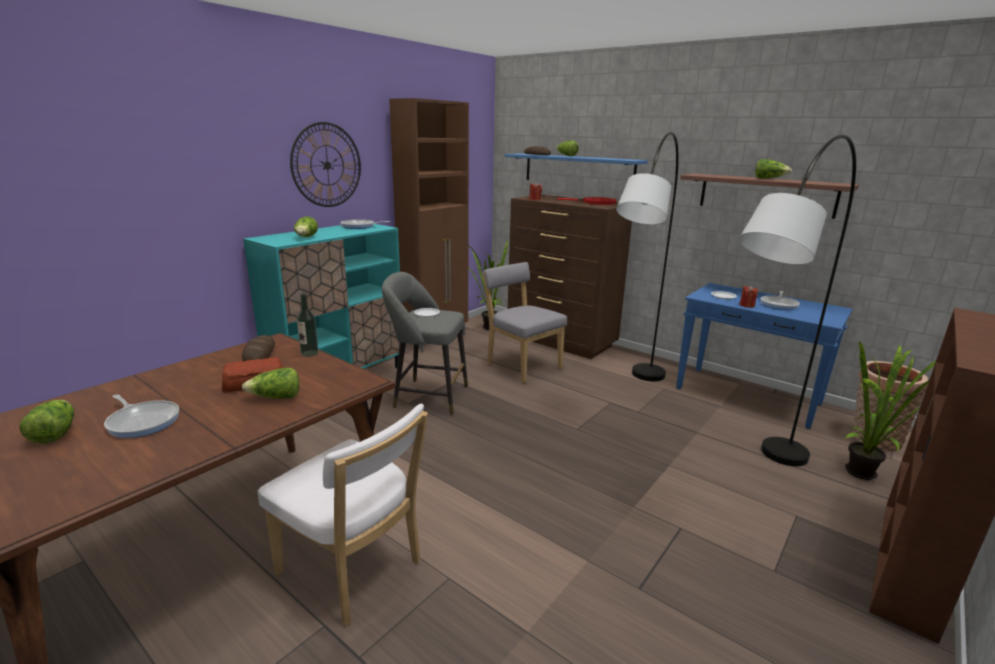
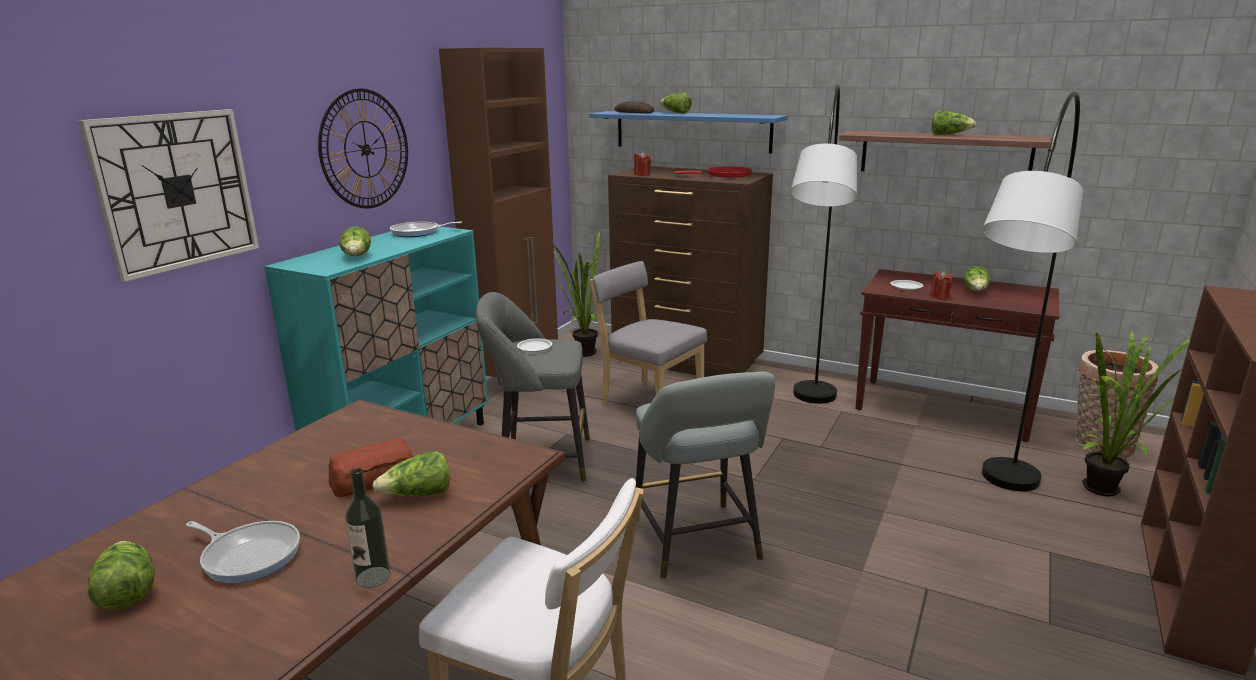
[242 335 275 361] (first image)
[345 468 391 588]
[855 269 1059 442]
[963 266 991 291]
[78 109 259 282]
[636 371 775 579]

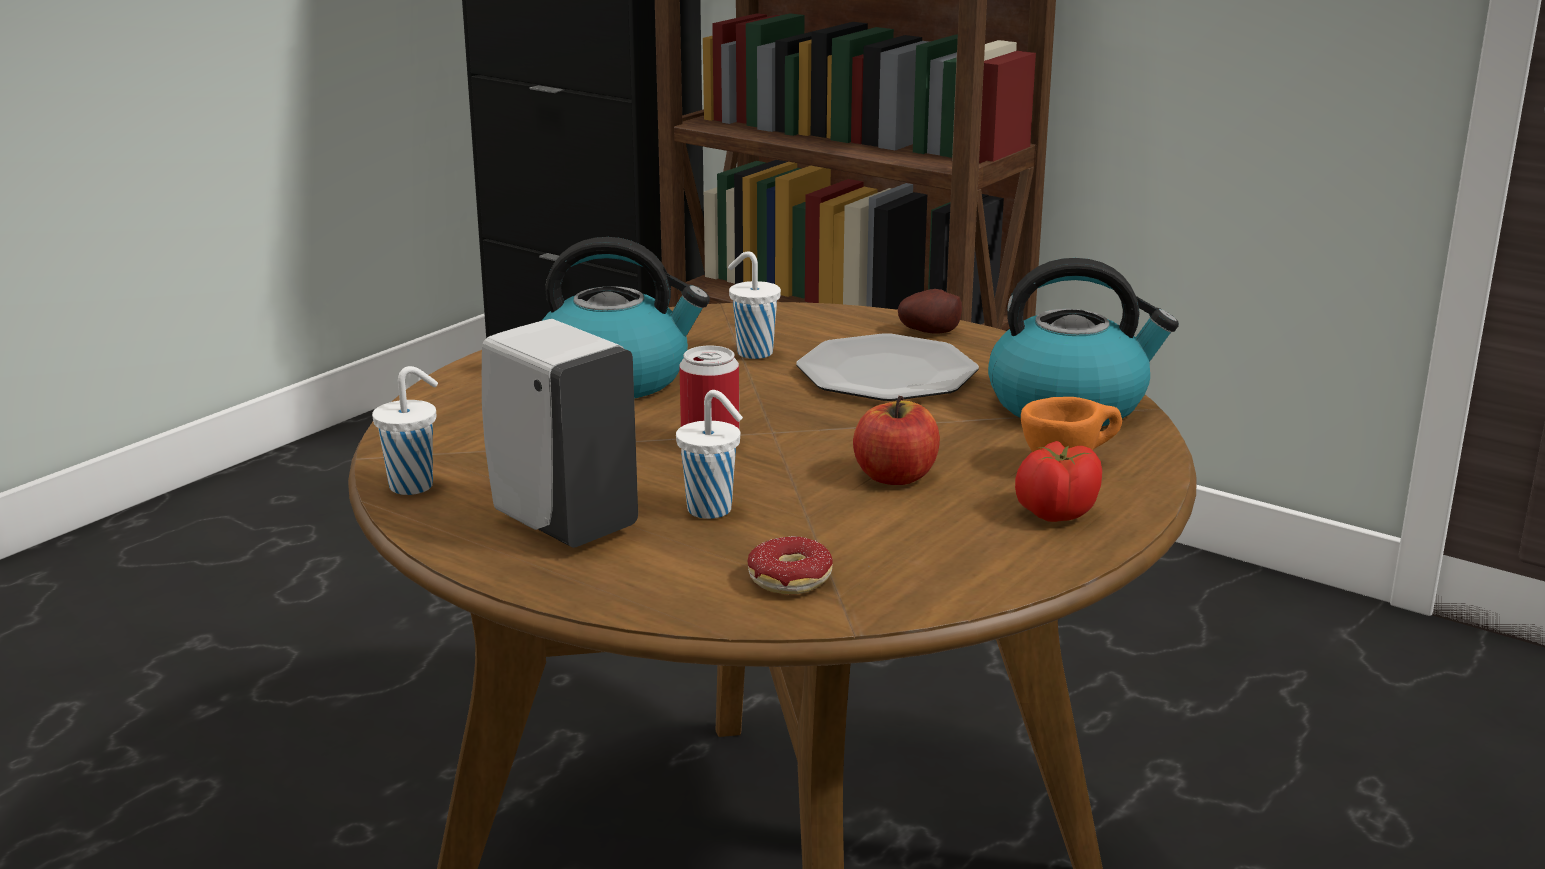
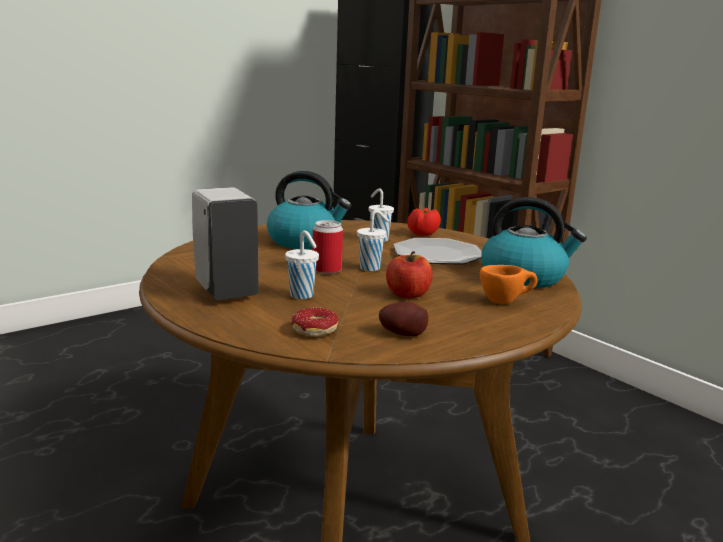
[357 210 389 271]
[379 302 428 336]
[407 208 441 236]

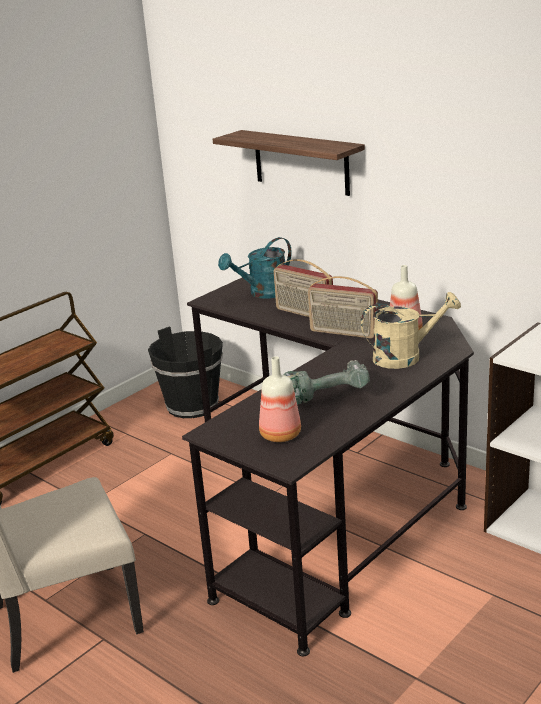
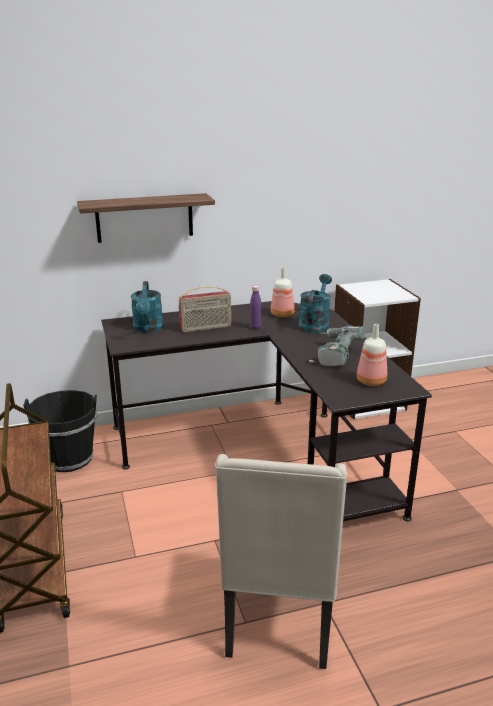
[250 286 261 329]
[298 274 332 333]

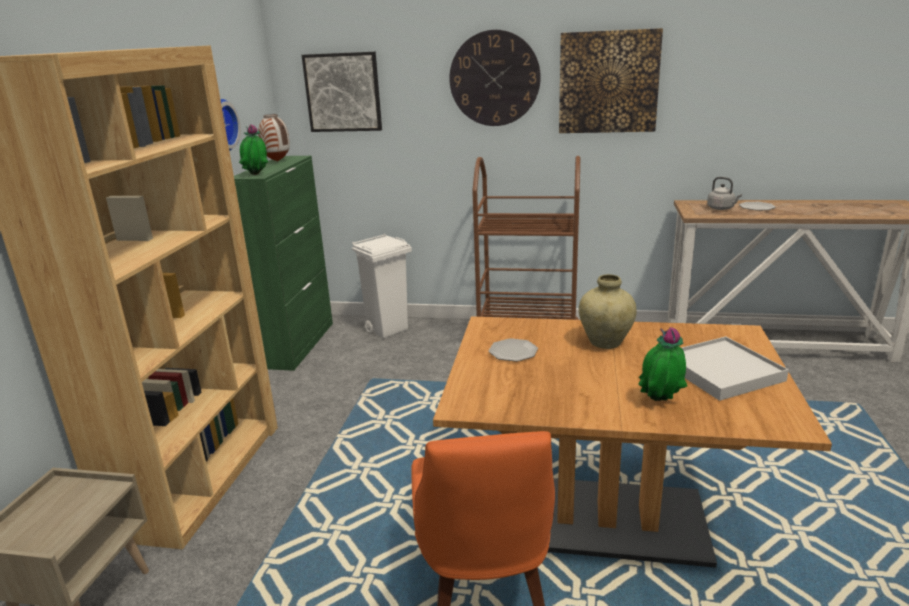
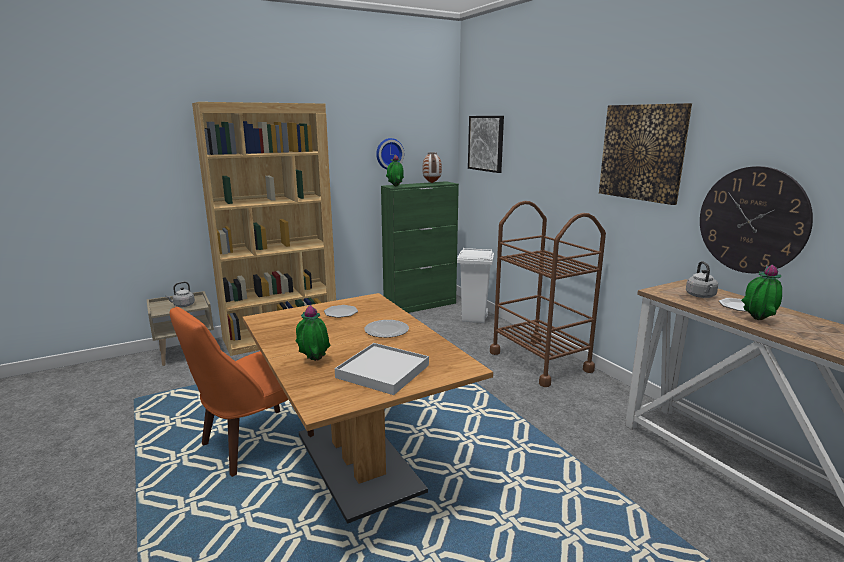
[700 166 813 273]
[364 320 409 338]
[166 282 195 307]
[741 265 782 320]

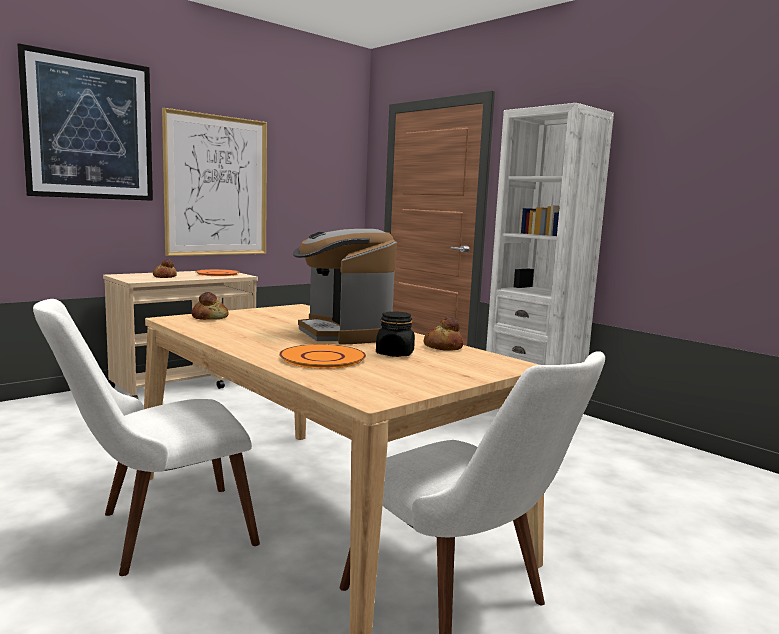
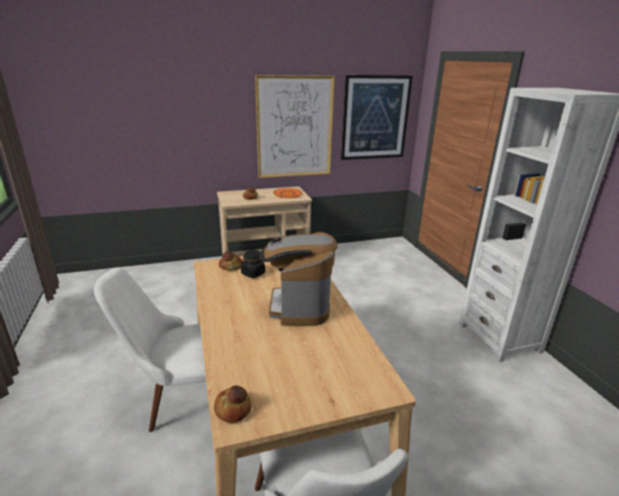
[341 75 413 160]
[279 344 366 369] (first image)
[241 250 265 278]
[214 385 252 423]

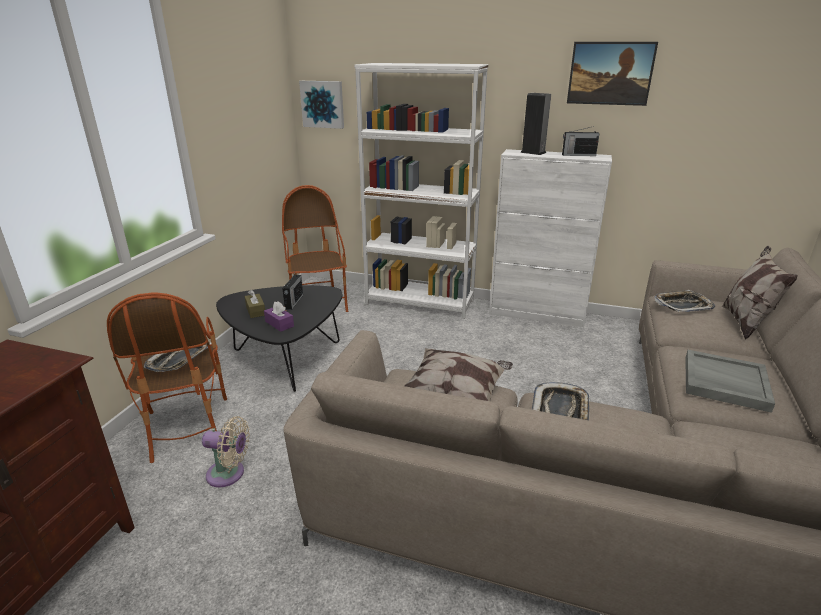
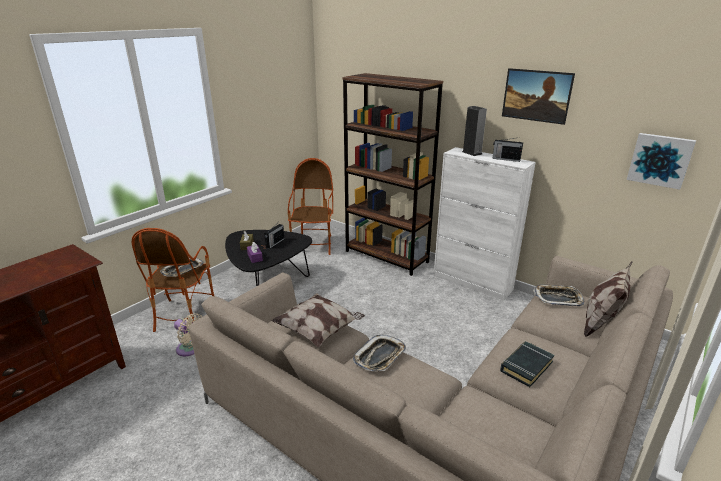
[627 133 696 190]
[343 73 443 276]
[500 341 554 387]

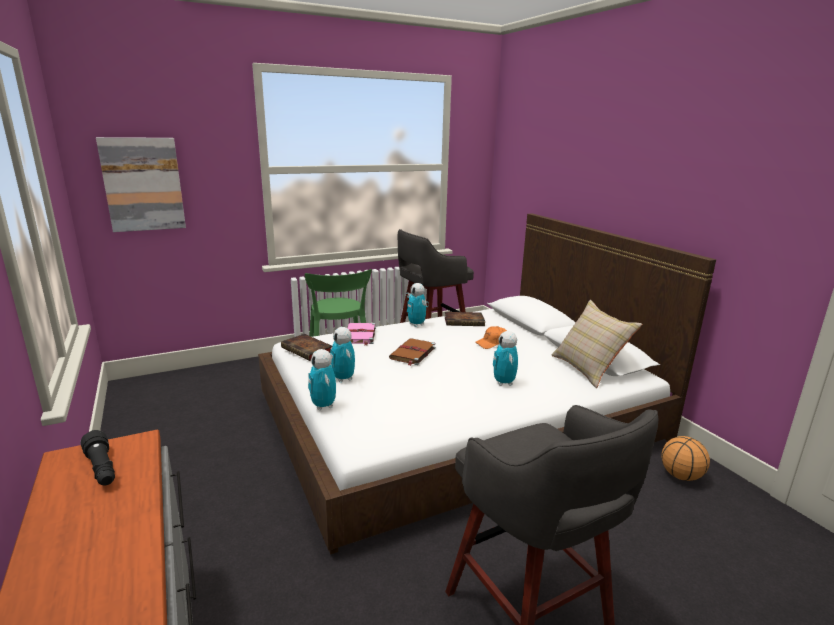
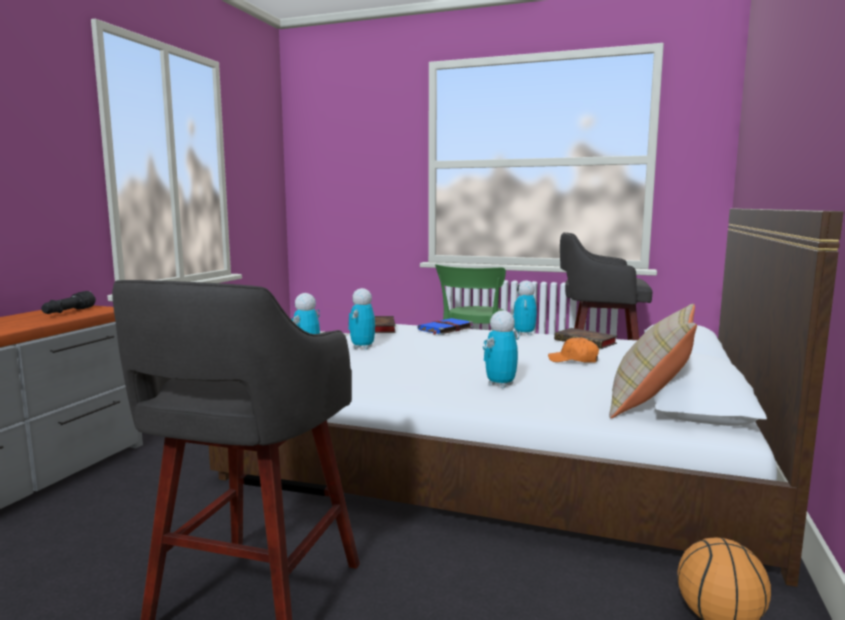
[96 137 186 232] (first image)
[417 318 473 335]
[389 338 436 366] (first image)

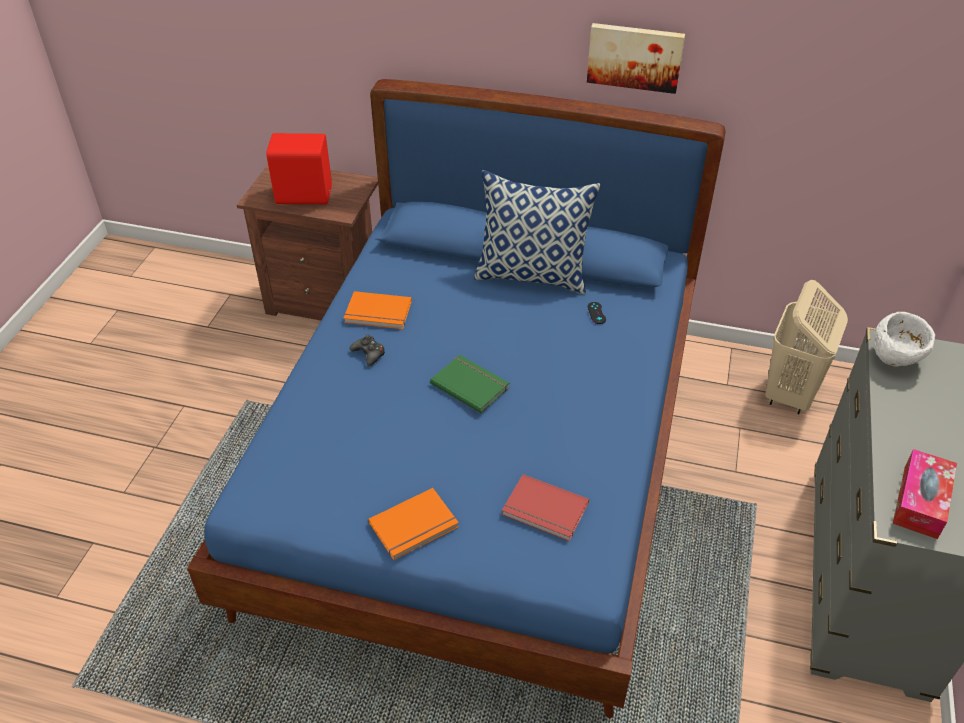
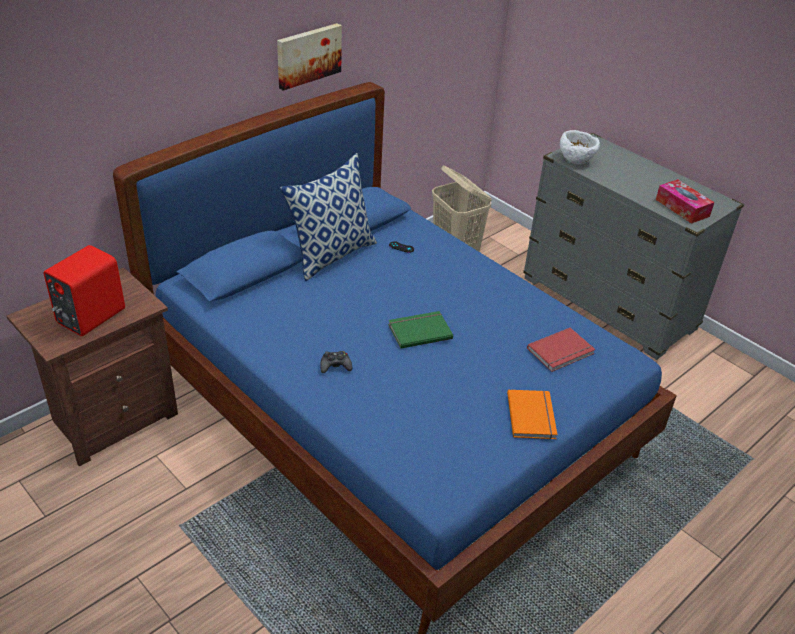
[343 291 412 329] (first image)

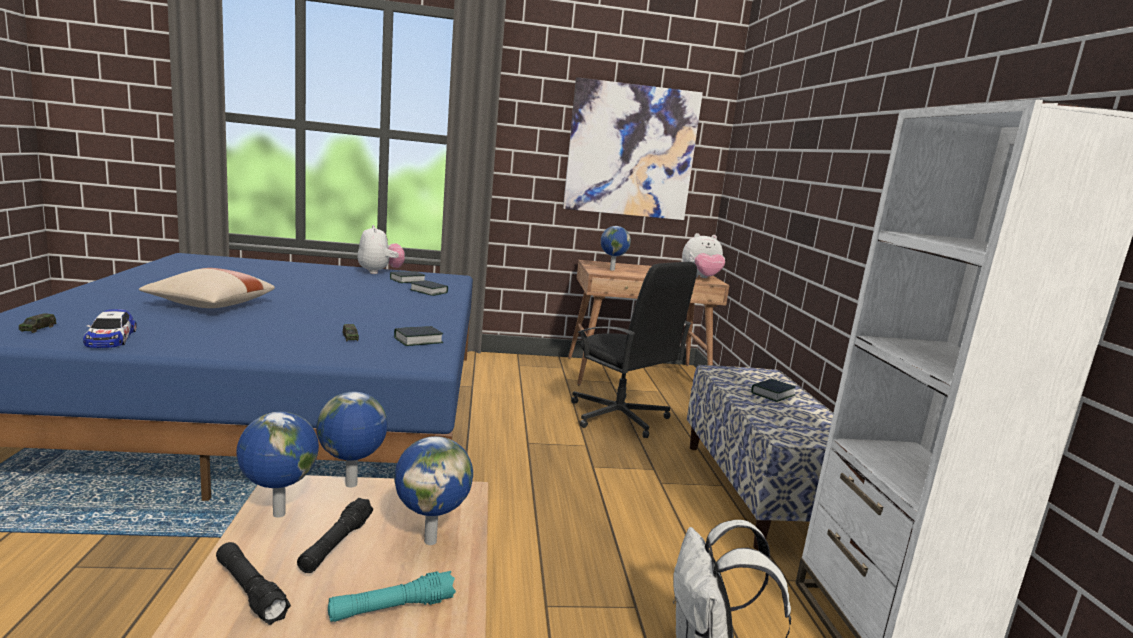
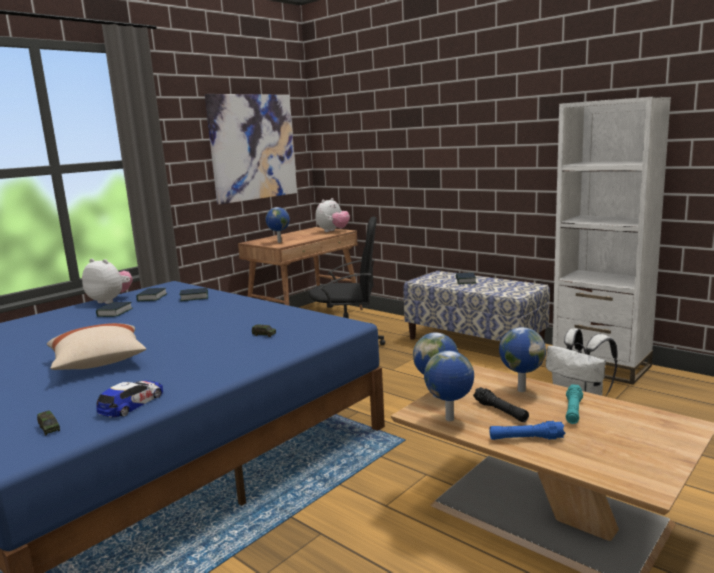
[97 380 163 417]
[489 421 565 440]
[96 302 133 317]

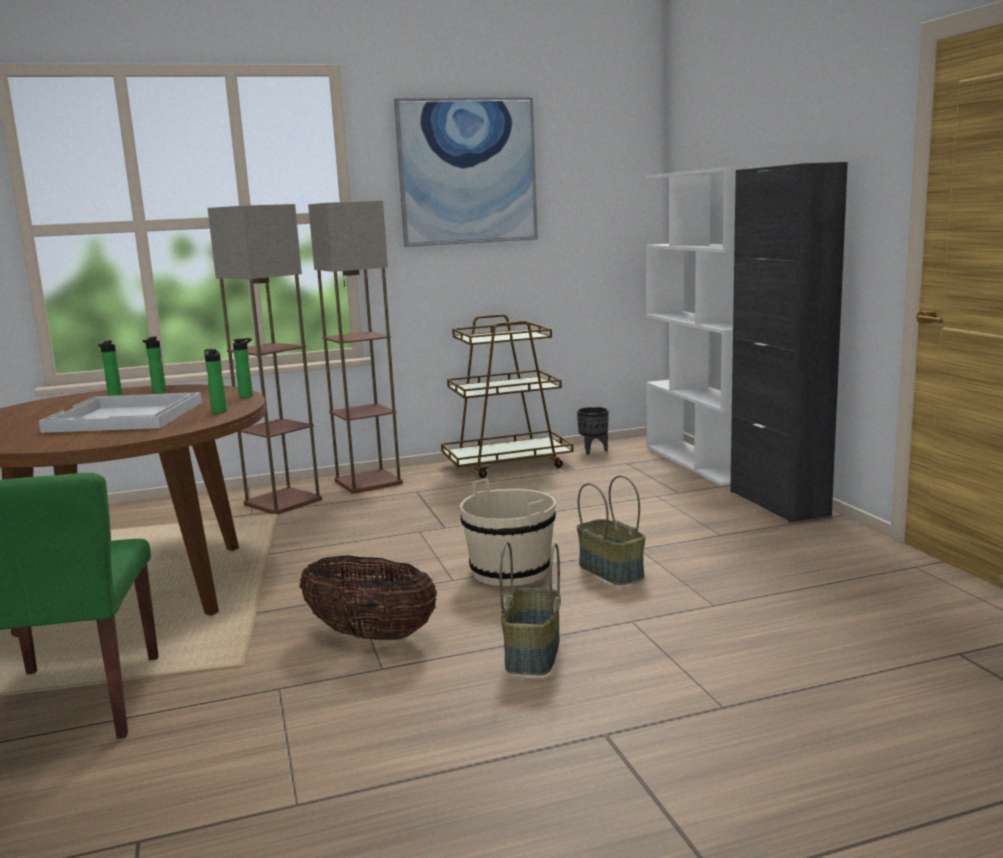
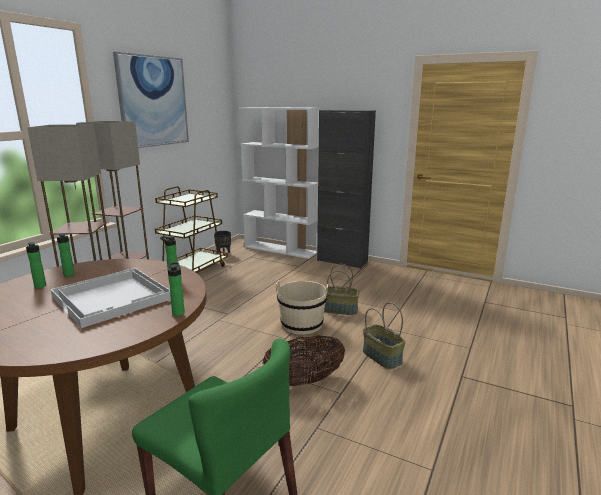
[168 262 185 316]

